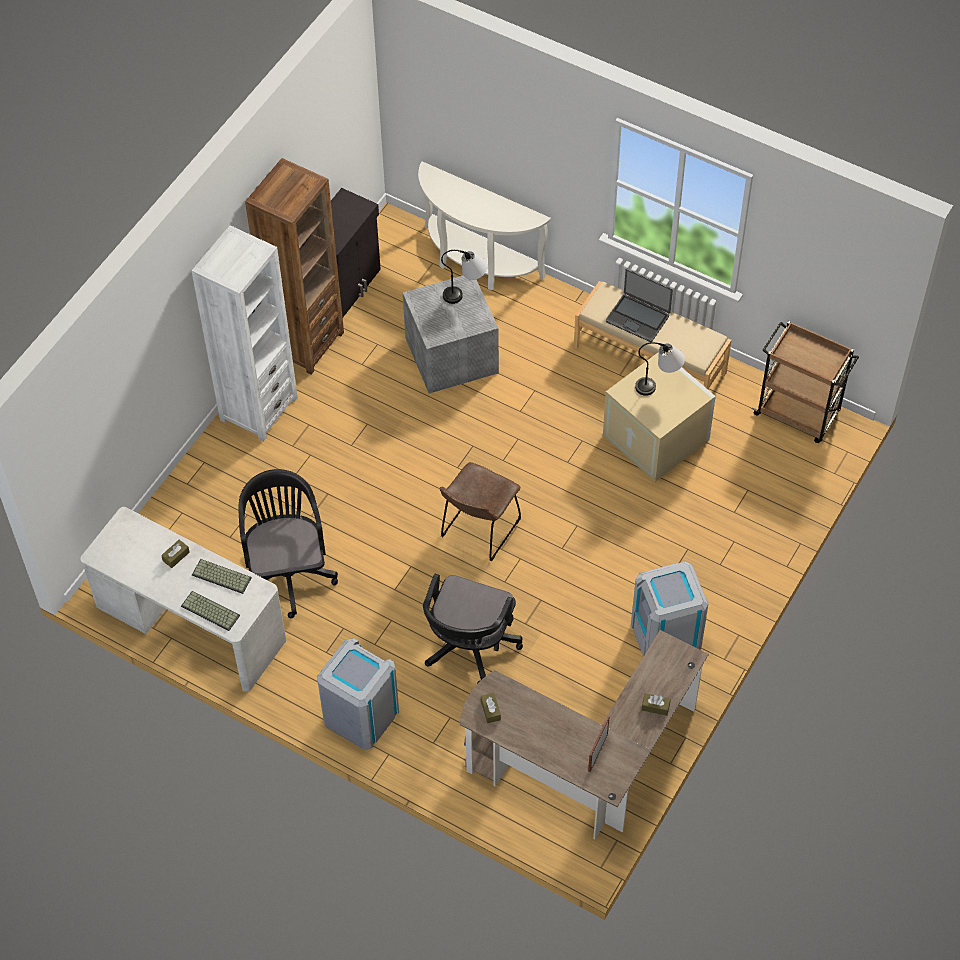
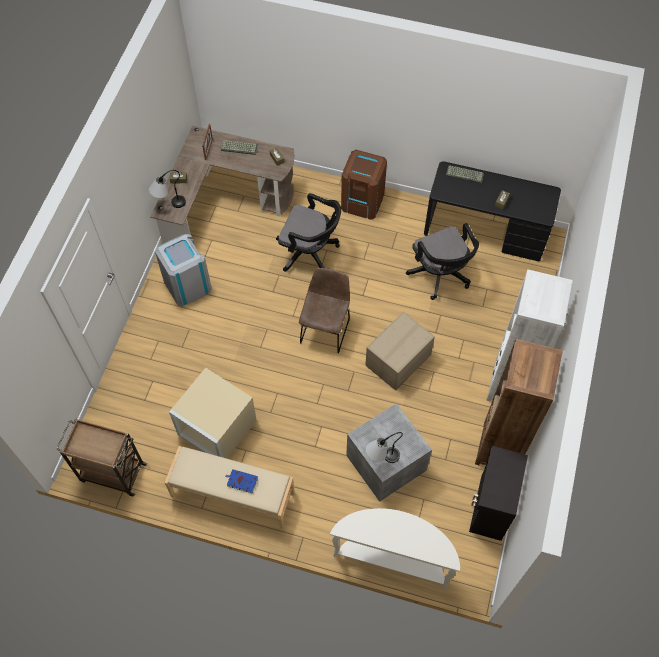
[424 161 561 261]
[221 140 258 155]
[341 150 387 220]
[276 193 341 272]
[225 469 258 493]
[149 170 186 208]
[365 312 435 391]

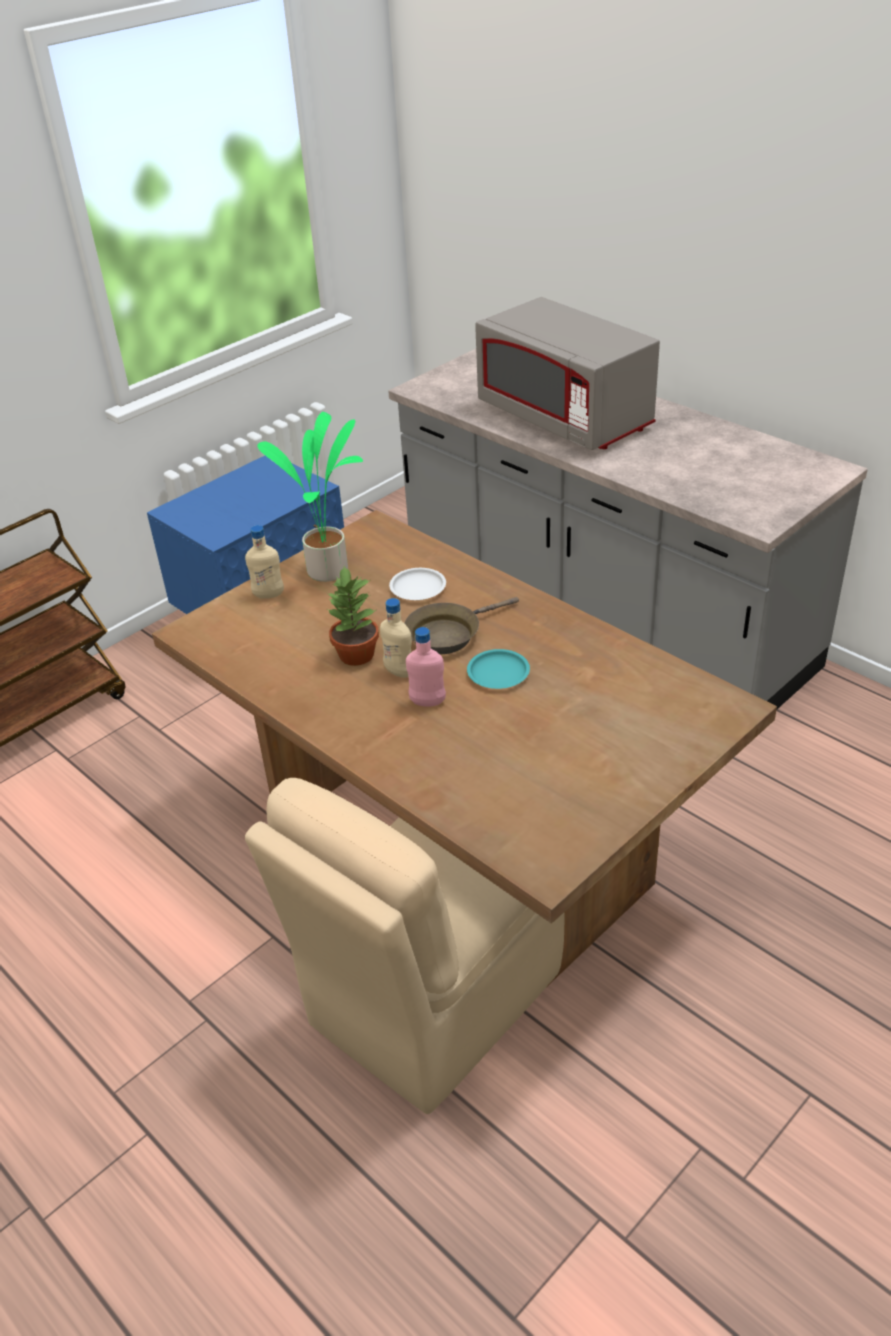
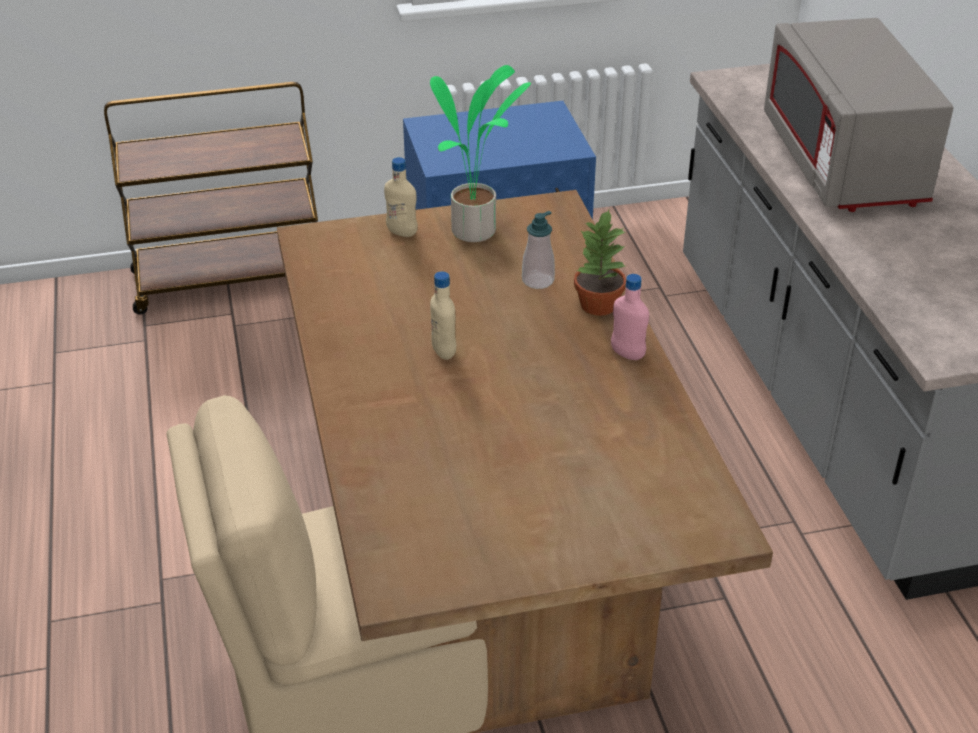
[574 210 626 316]
[522 211 555 289]
[404 597 519 654] (first image)
[611 274 649 360]
[467 649 530 689] (first image)

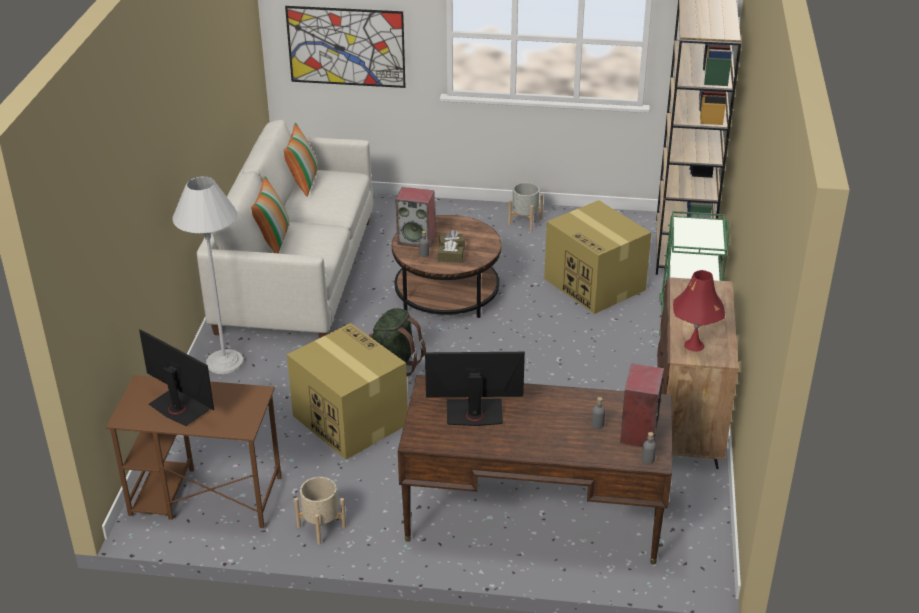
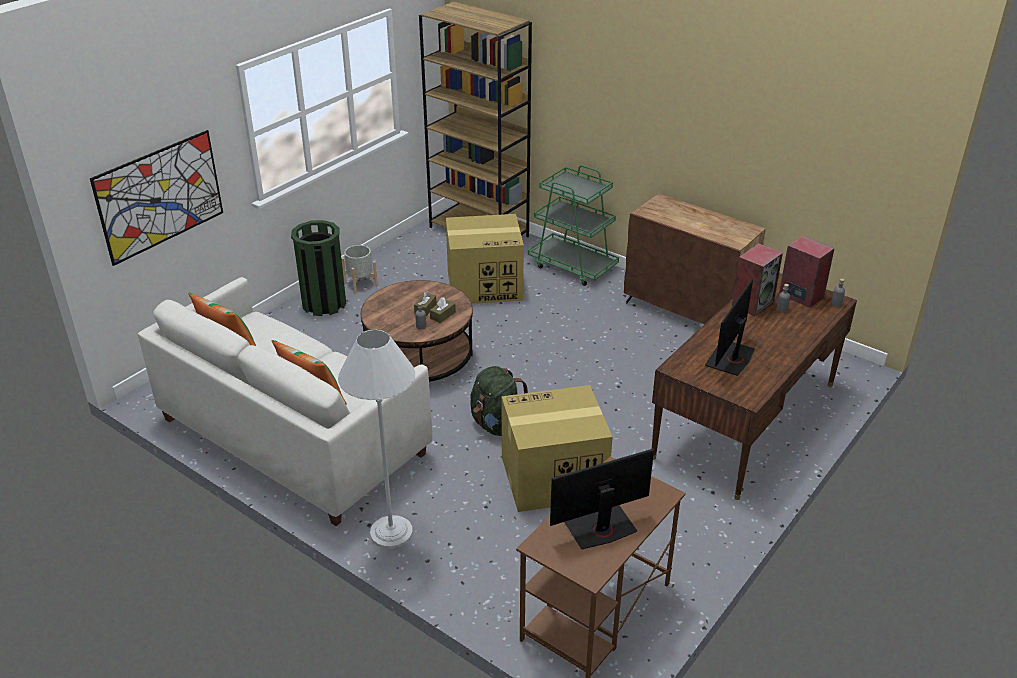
[294 477 346 545] (first image)
[732 243 783 316]
[673 270 725 352] (first image)
[291 220 346 316]

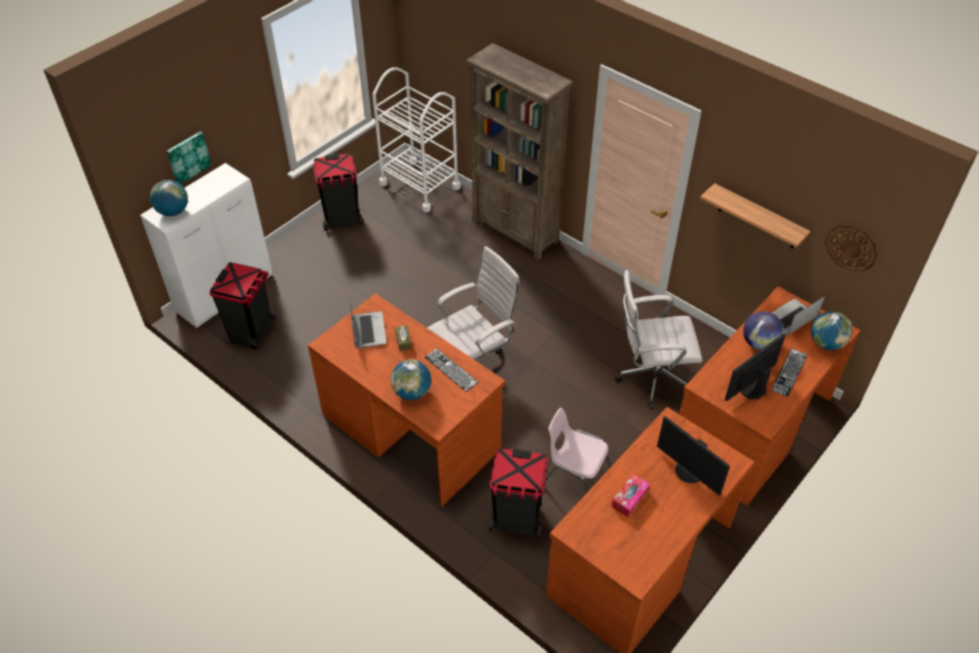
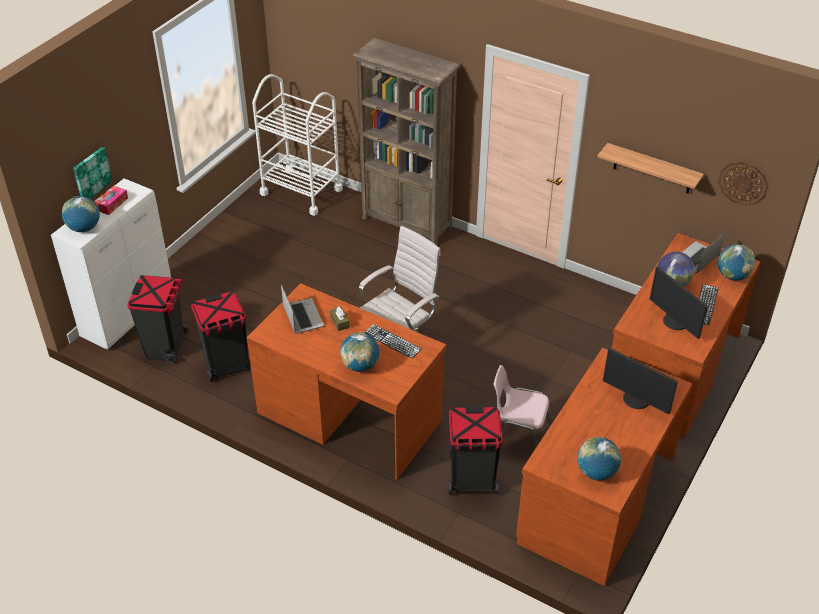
[191 291 251 382]
[95 186 128 215]
[615 270 702 409] (first image)
[650 267 708 339]
[577 437 621 481]

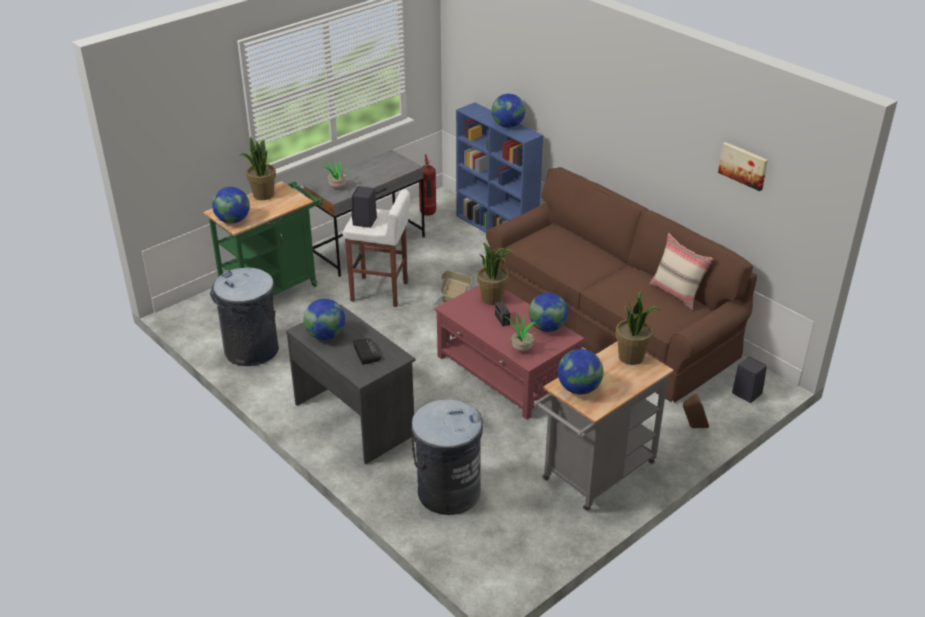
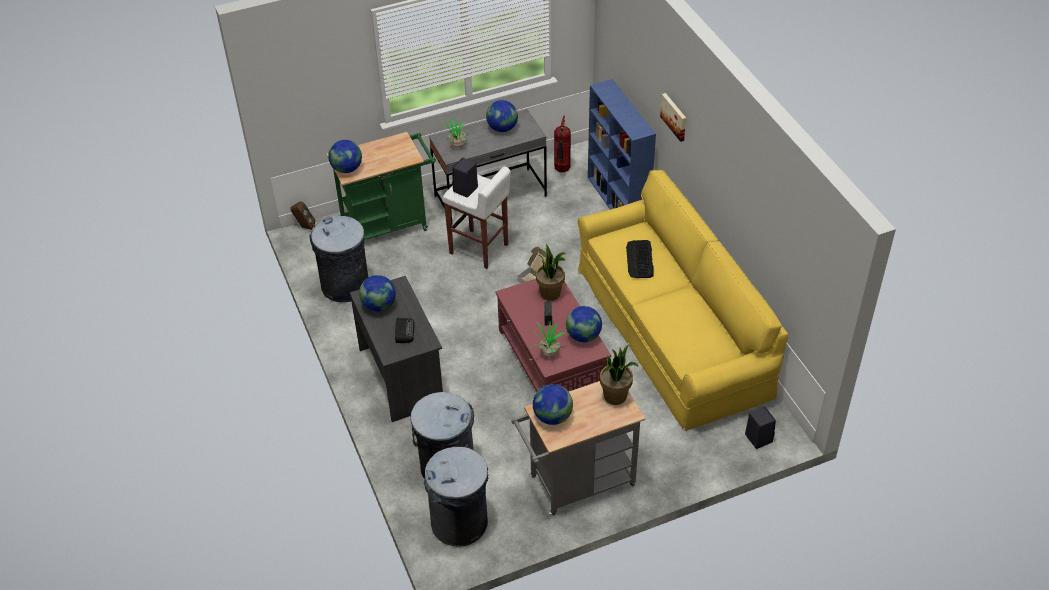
[239 137 276 200] (first image)
[578 170 788 431]
[486 100 518 132]
[649 233 713 310] (first image)
[290 201 315 230]
[660 93 686 142]
[424 447 489 546]
[626 240 654 278]

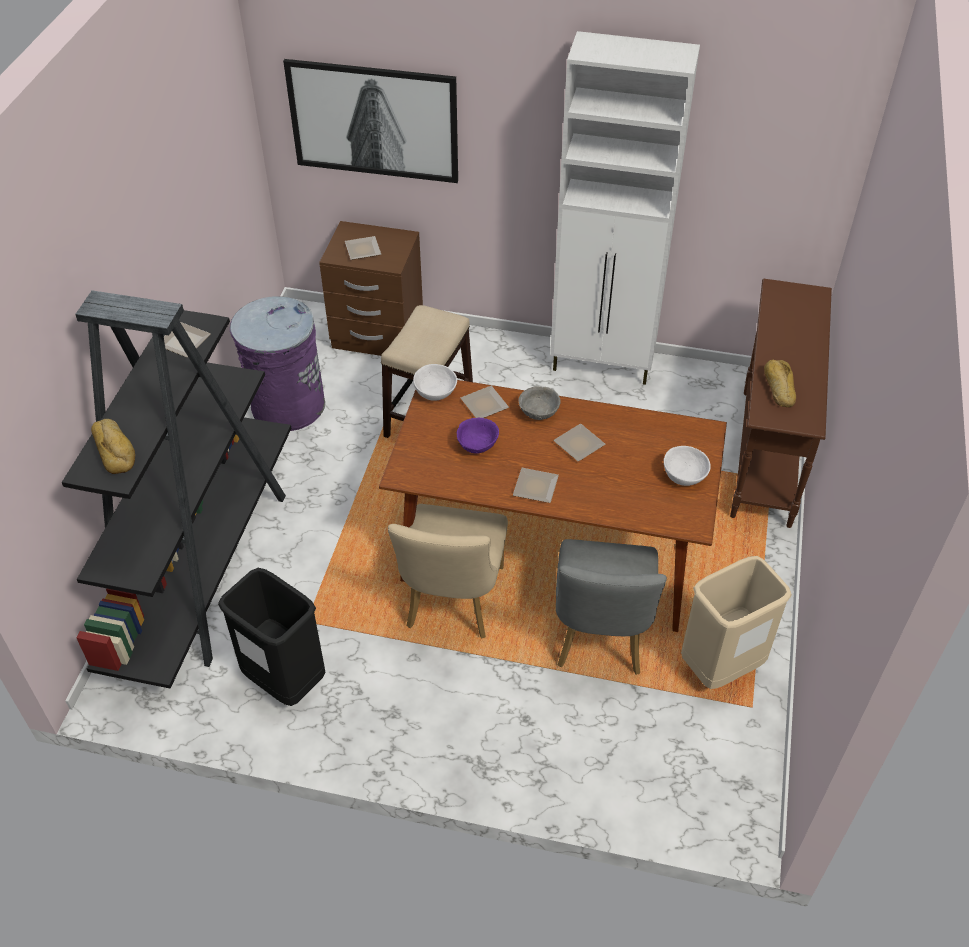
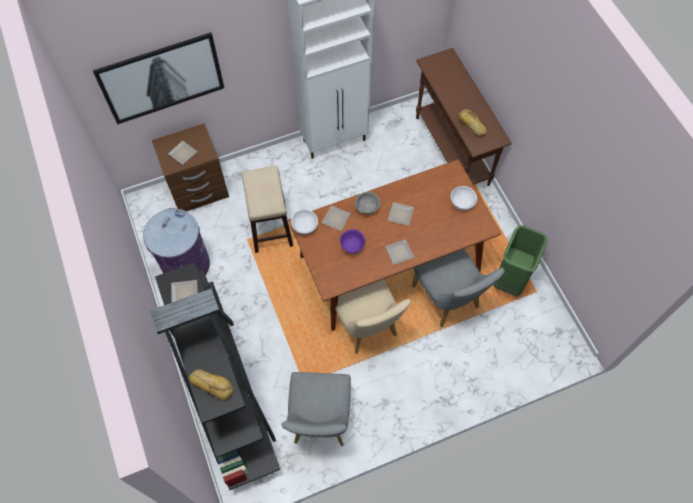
[282 372 351 446]
[494 225 547 296]

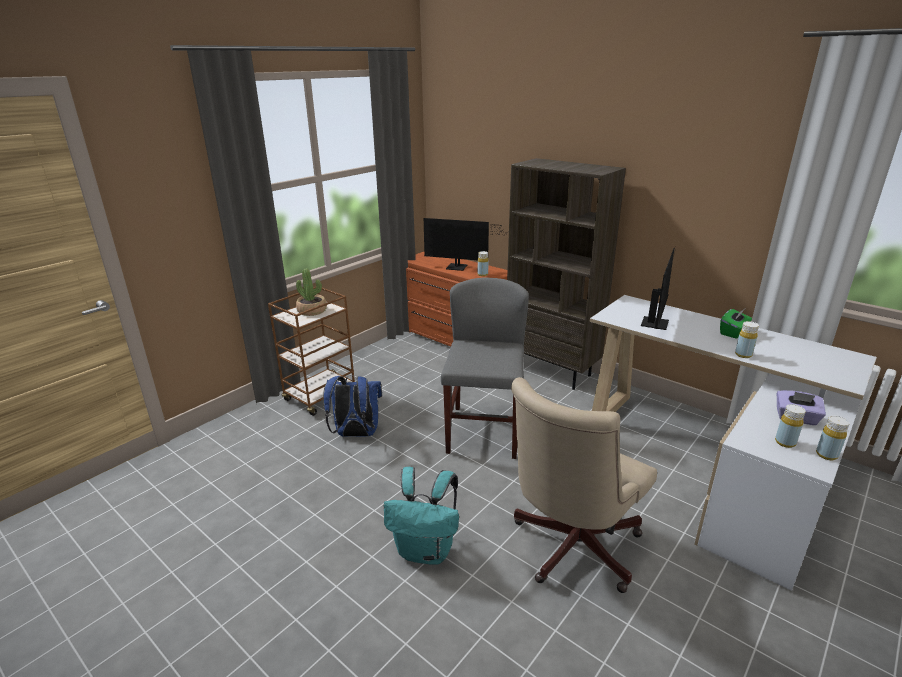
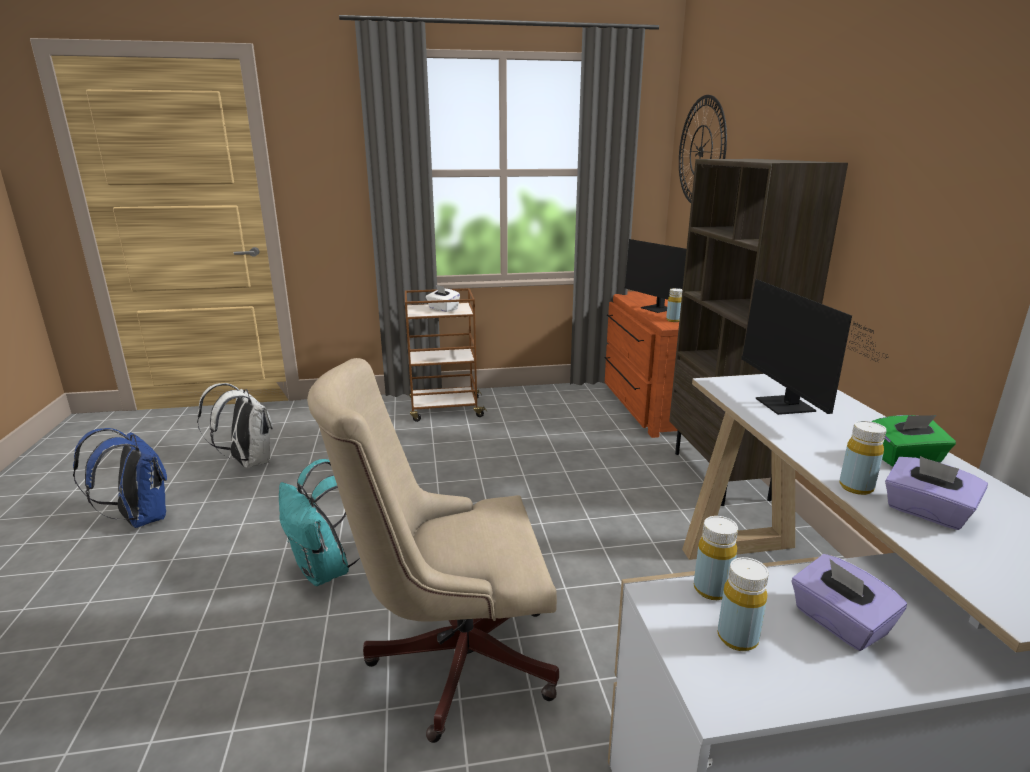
[426 284 460 312]
[73 428 167 528]
[441 277 529 459] (first image)
[741 279 889 415]
[694 516 738 600]
[197 383 273 468]
[679 95 727 203]
[885 456 988 530]

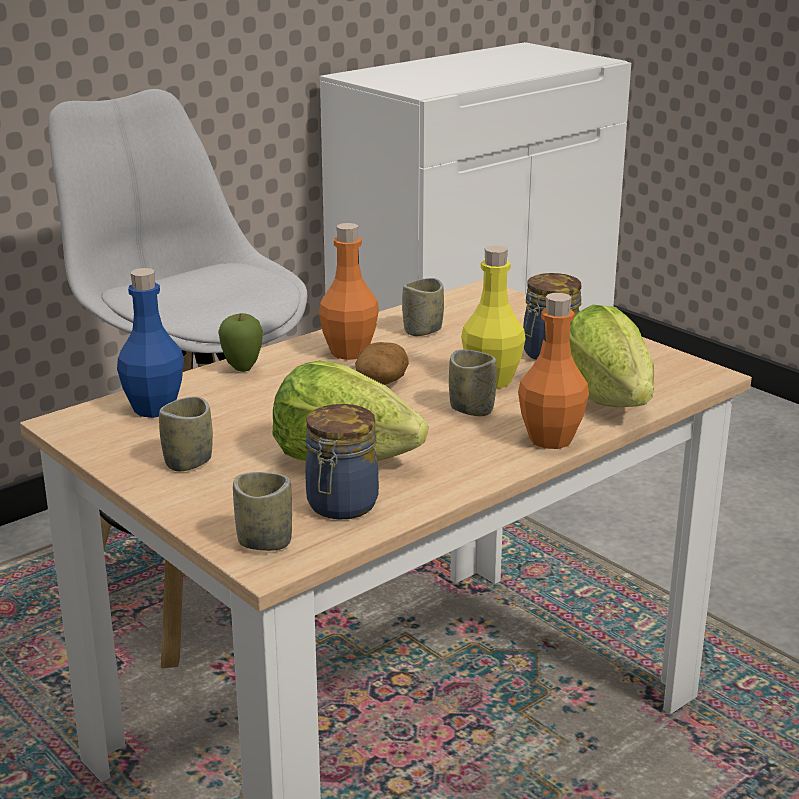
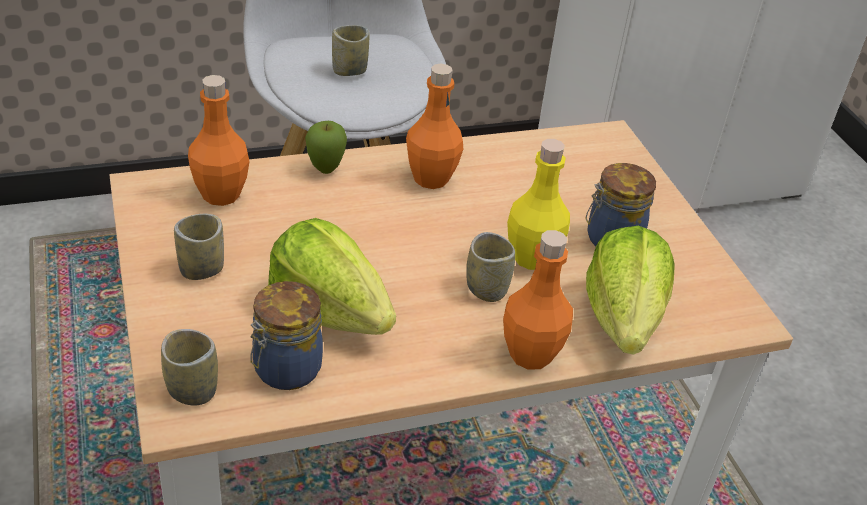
[188 75 250 206]
[355 342 409 385] (first image)
[332 25 369 76]

